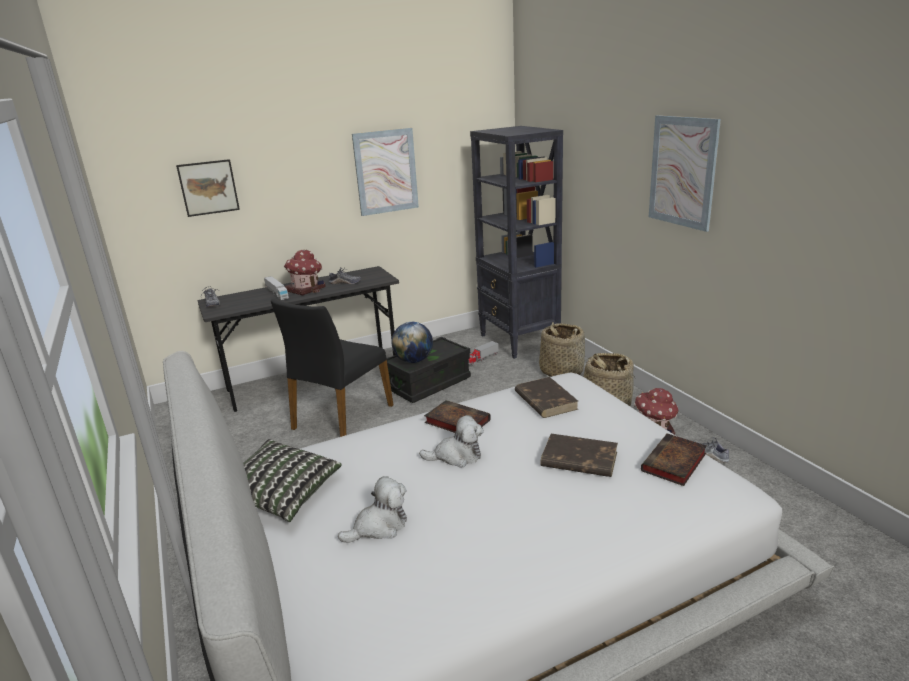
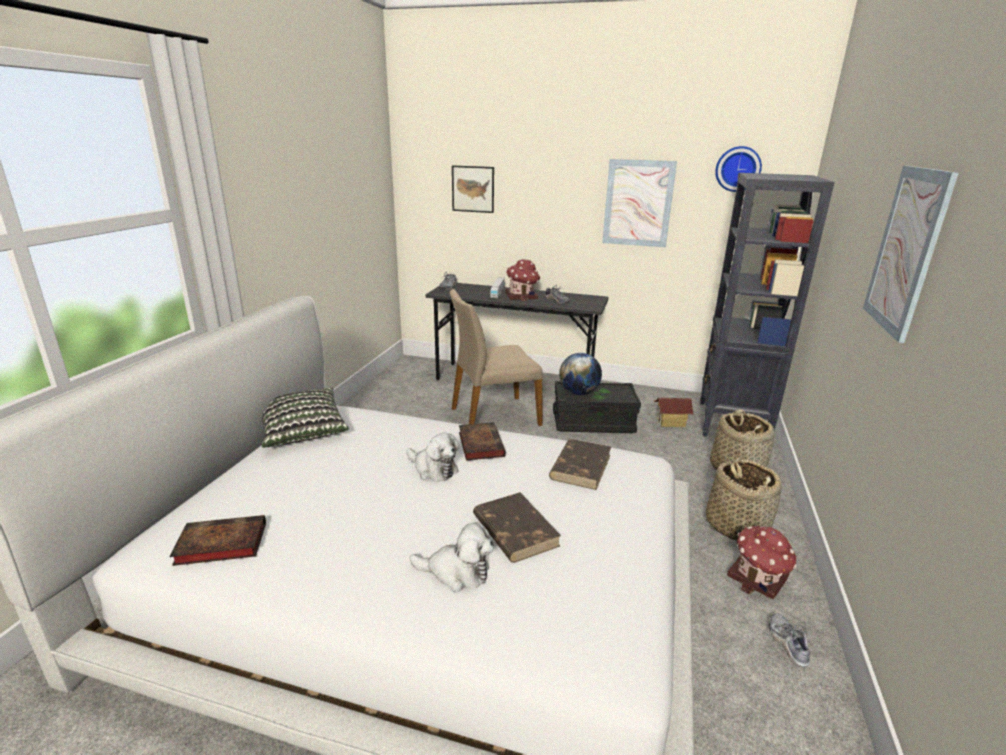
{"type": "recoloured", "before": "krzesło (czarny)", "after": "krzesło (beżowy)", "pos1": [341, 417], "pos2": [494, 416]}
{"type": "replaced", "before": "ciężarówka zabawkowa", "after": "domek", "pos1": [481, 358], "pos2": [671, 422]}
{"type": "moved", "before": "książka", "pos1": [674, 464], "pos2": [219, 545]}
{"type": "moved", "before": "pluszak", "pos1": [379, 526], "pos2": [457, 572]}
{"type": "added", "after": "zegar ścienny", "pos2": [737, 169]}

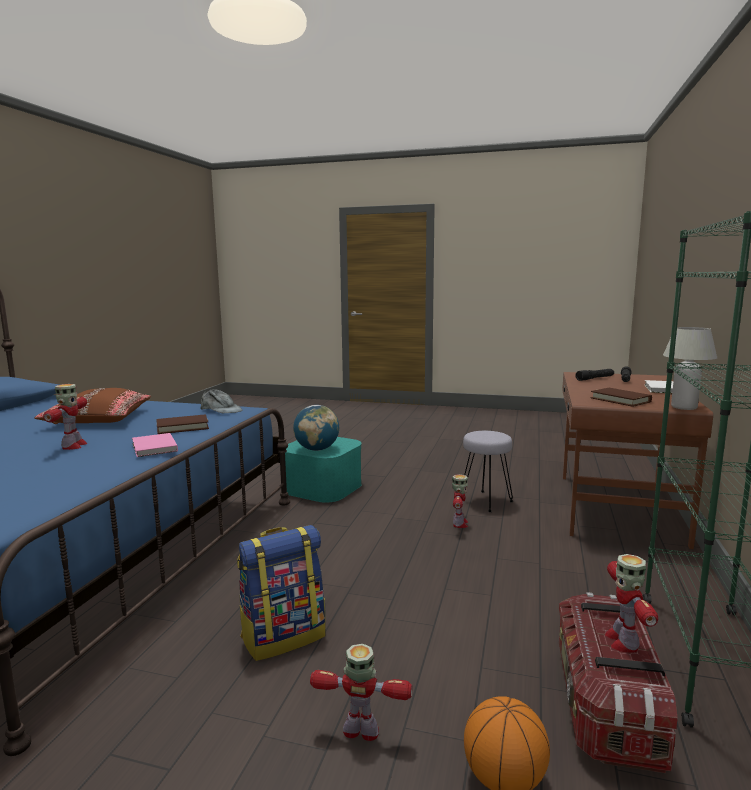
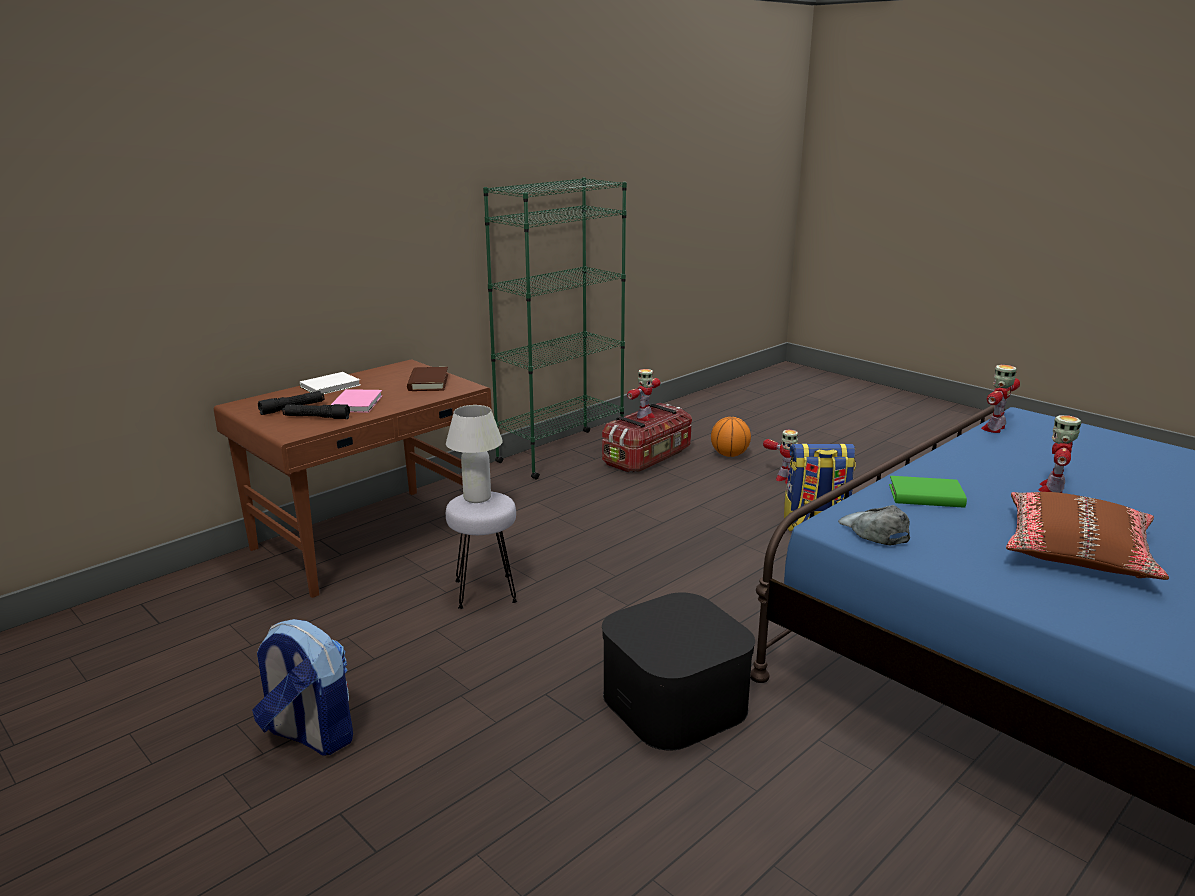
{"type": "moved", "before": "lampa stołowa (biały)", "pos1": [684, 407], "pos2": [477, 498]}
{"type": "removed", "before": "globus", "pos1": [317, 449]}
{"type": "recoloured", "before": "książka (brązowy)", "after": "książka (zielony)", "pos1": [182, 427], "pos2": [926, 496]}
{"type": "moved", "before": "książka (różowy)", "pos1": [153, 448], "pos2": [358, 403]}
{"type": "recoloured", "before": "pojemnik do przechowywania (turkusowy)", "after": "pojemnik do przechowywania (czarny)", "pos1": [322, 487], "pos2": [675, 701]}
{"type": "moved", "before": "robot zabawkowy", "pos1": [459, 524], "pos2": [994, 428]}
{"type": "added", "after": "plecak", "pos2": [309, 735]}

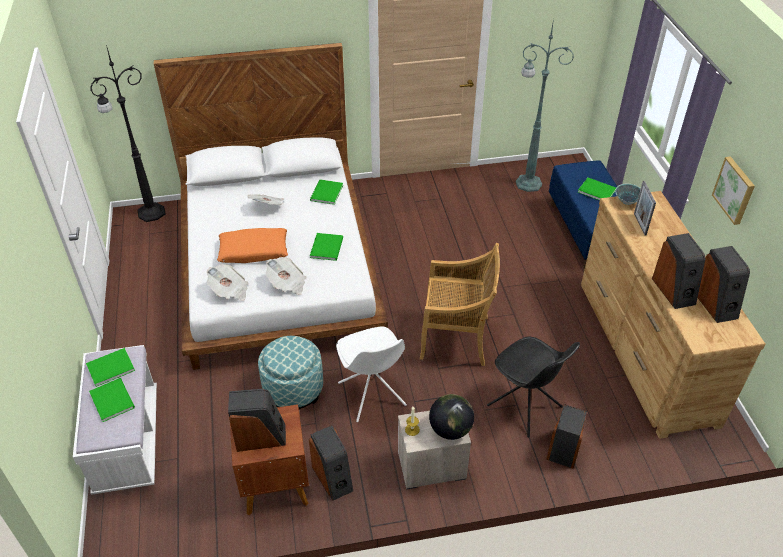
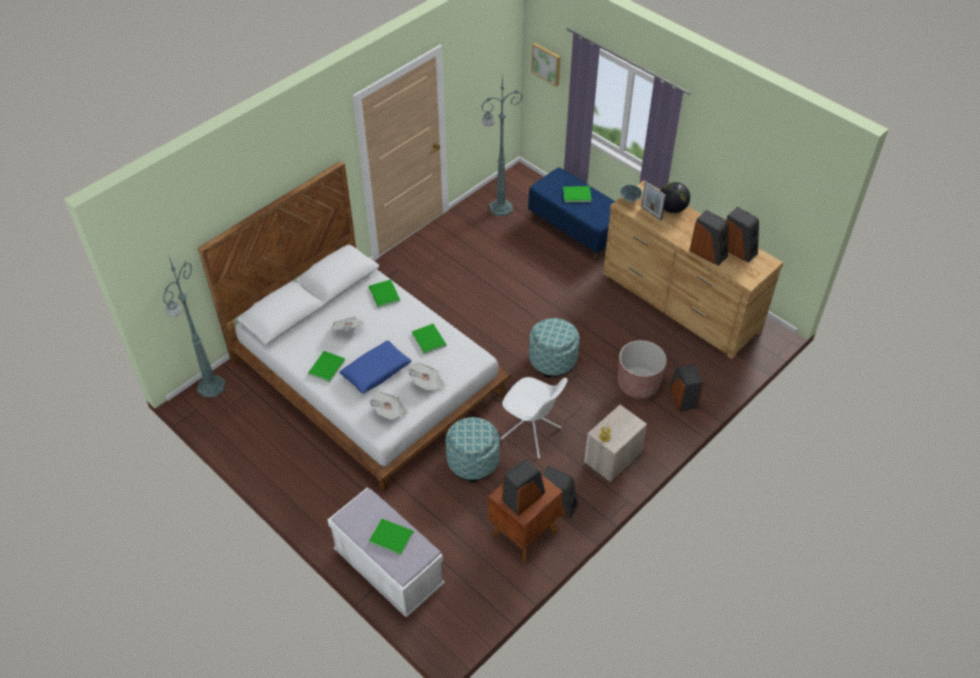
{"type": "recoloured", "before": "lampa stojąca (czarny)", "after": "lampa stojąca (zielony)", "pos1": [150, 213], "pos2": [210, 387]}
{"type": "moved", "before": "obraz", "pos1": [735, 190], "pos2": [547, 63]}
{"type": "recoloured", "before": "poduszka (pomarańczowy)", "after": "poduszka (niebieski)", "pos1": [253, 251], "pos2": [376, 371]}
{"type": "replaced", "before": "krzesło (beżowy)", "after": "pufa", "pos1": [456, 338], "pos2": [552, 360]}
{"type": "replaced", "before": "krzesło (czarny)", "after": "donica (brązowy)", "pos1": [525, 407], "pos2": [638, 384]}
{"type": "moved", "before": "książka (zielony)", "pos1": [109, 367], "pos2": [325, 367]}
{"type": "moved", "before": "globus", "pos1": [450, 429], "pos2": [672, 209]}

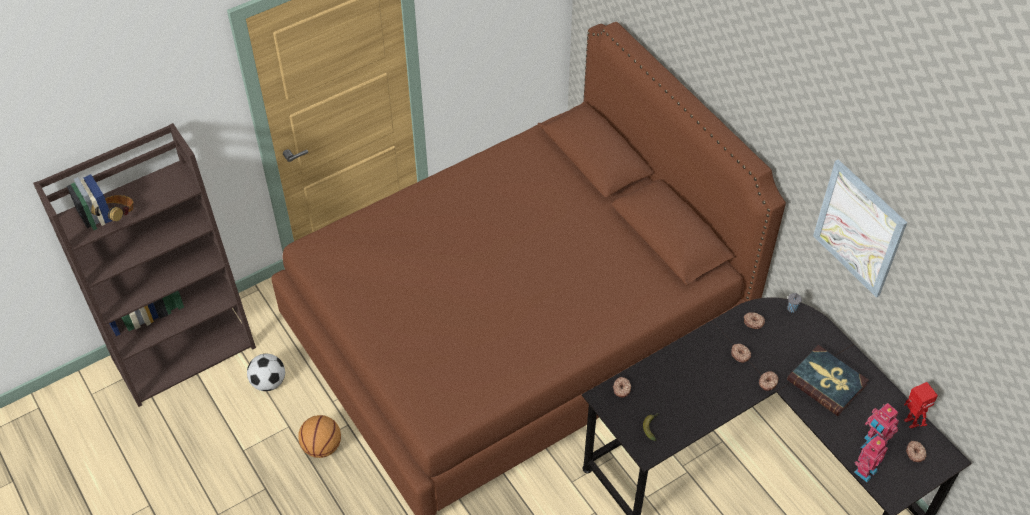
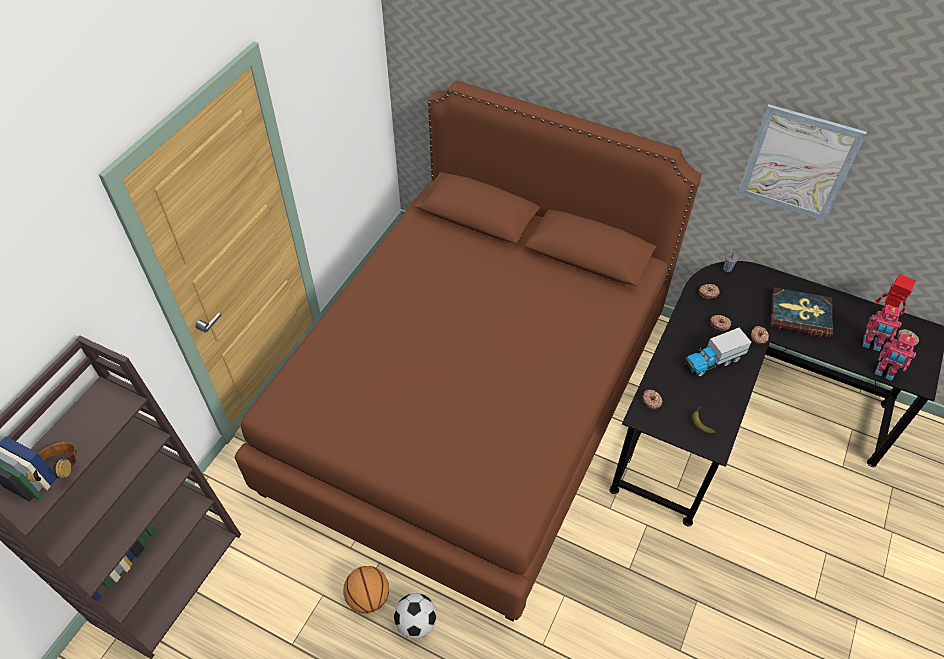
{"type": "moved", "before": "piłka futbolowa", "pos1": [269, 382], "pos2": [416, 622]}
{"type": "turned", "before": "robot zabawkowy", "pos1": [864, 470], "pos2": [884, 373], "turn": -75}
{"type": "added", "after": "ciężarówka zabawkowa", "pos2": [713, 361]}

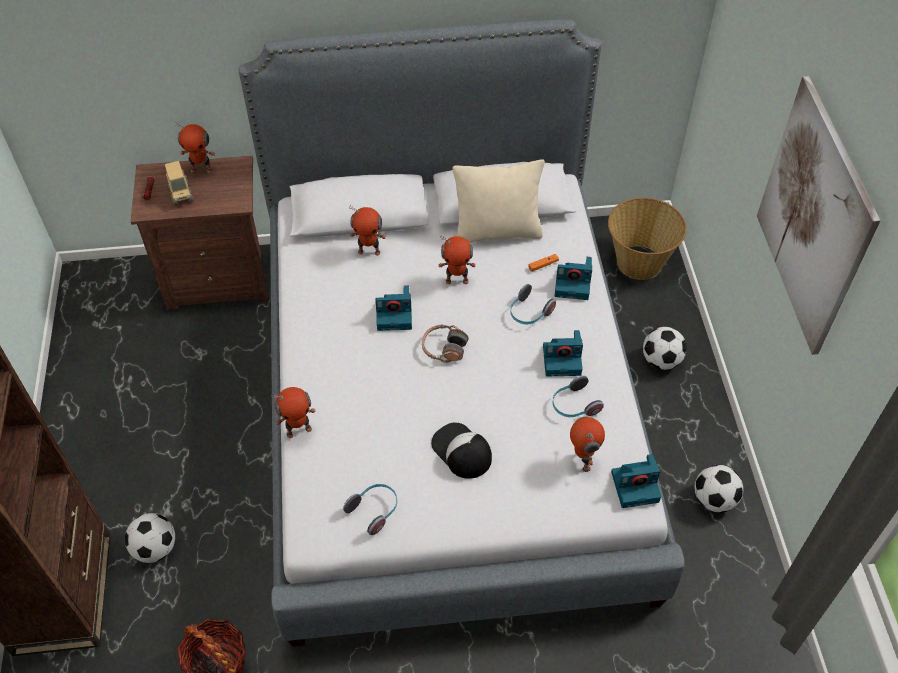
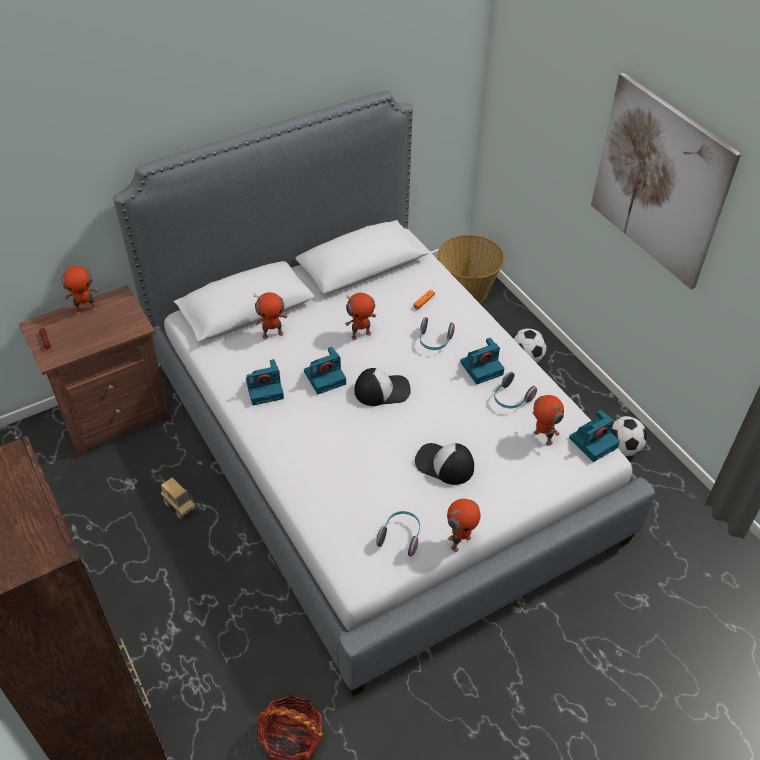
{"type": "removed", "before": "poduszka (beżowy)", "pos1": [497, 232]}
{"type": "moved", "before": "ciężarówka zabawkowa", "pos1": [181, 194], "pos2": [180, 506]}
{"type": "moved", "before": "aparat fotograficzny", "pos1": [573, 284], "pos2": [265, 389]}
{"type": "replaced", "before": "słuchawki", "after": "czapka z daszkiem", "pos1": [444, 348], "pos2": [382, 390]}
{"type": "moved", "before": "robot zabawkowy", "pos1": [298, 430], "pos2": [460, 541]}
{"type": "removed", "before": "piłka futbolowa", "pos1": [155, 548]}

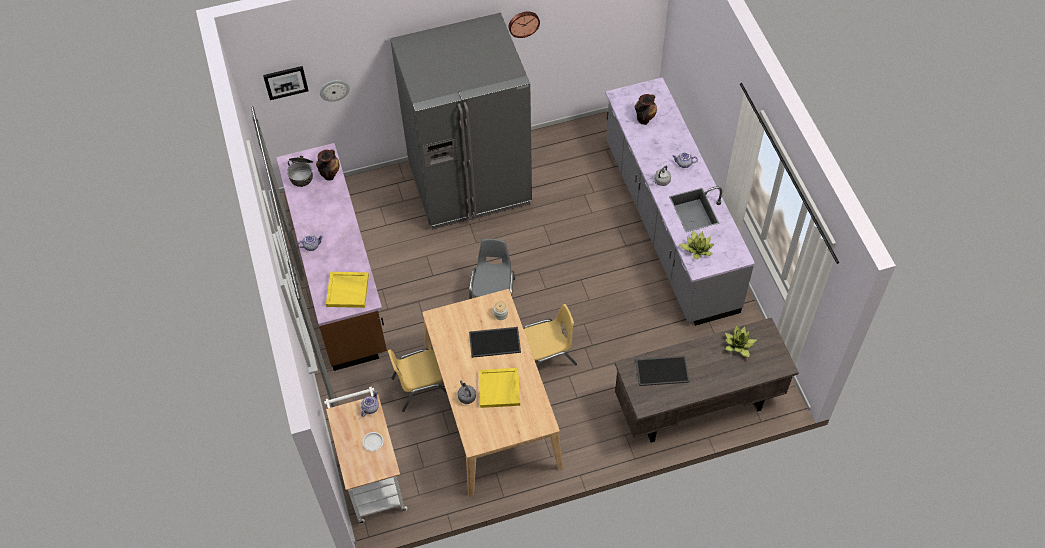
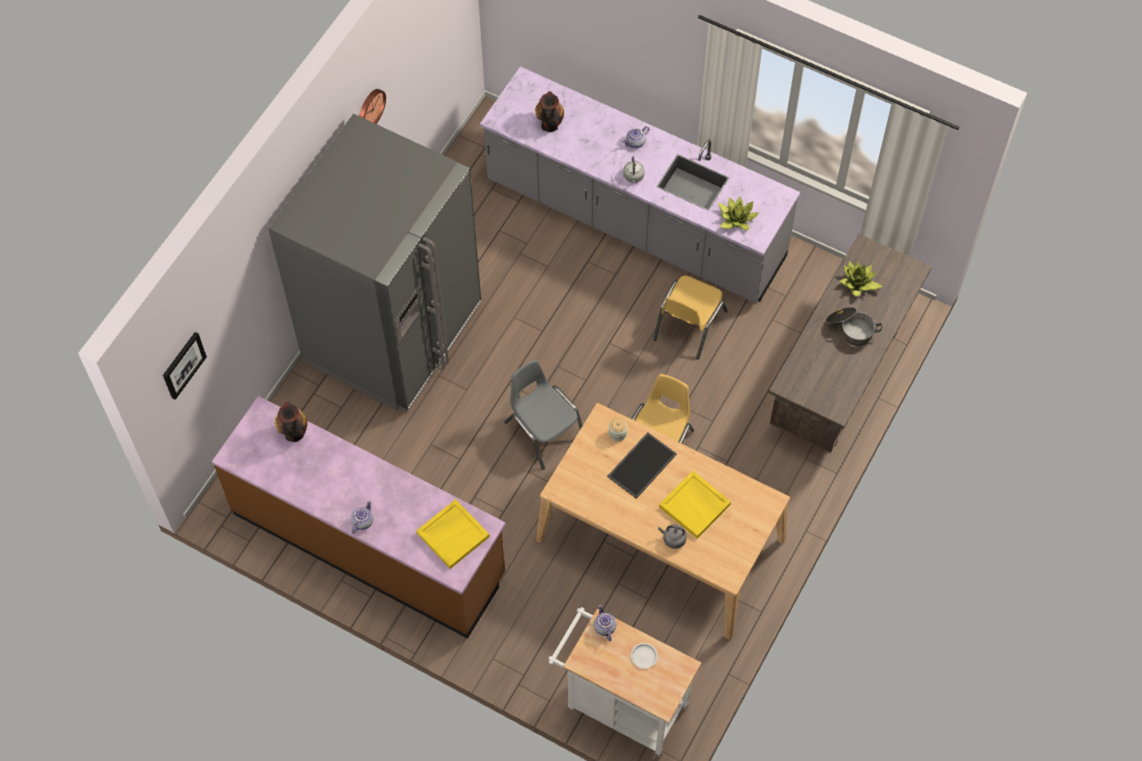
{"type": "removed", "before": "zegar ścienny", "pos1": [334, 90]}
{"type": "moved", "before": "garnek", "pos1": [302, 174], "pos2": [850, 329]}
{"type": "moved", "before": "krzesło (żółty)", "pos1": [421, 387], "pos2": [688, 325]}
{"type": "removed", "before": "taca", "pos1": [662, 370]}

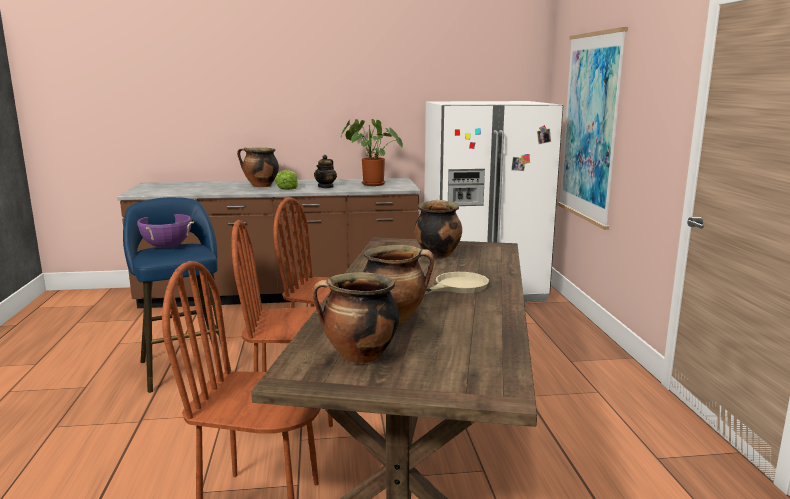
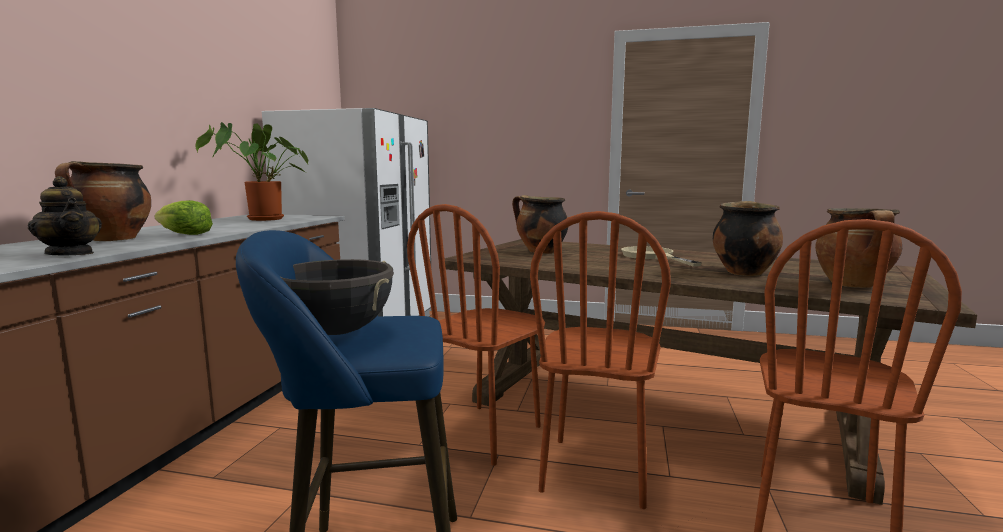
{"type": "removed", "before": "obraz", "pos1": [590, 127]}
{"type": "moved", "before": "imbryk", "pos1": [326, 187], "pos2": [71, 254]}
{"type": "recoloured", "before": "garnek (fioletowy)", "after": "garnek (czarny)", "pos1": [167, 247], "pos2": [337, 332]}

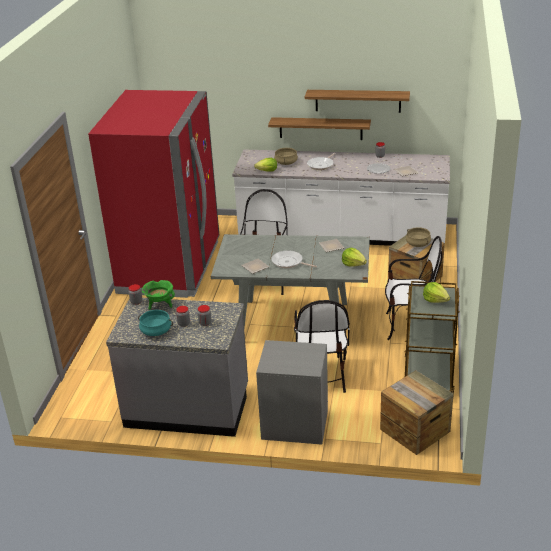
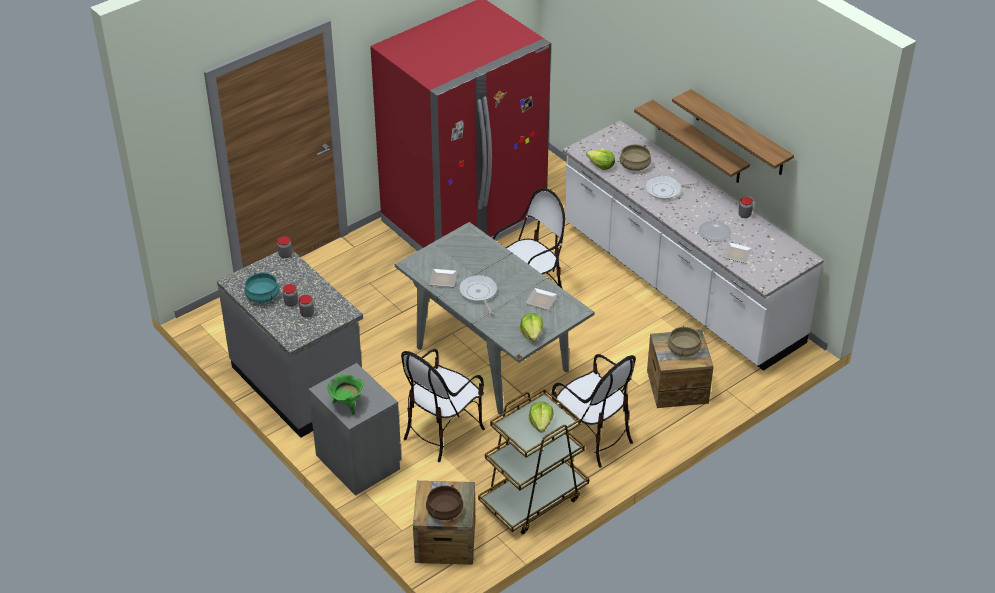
{"type": "moved", "before": "garnek (zielony)", "pos1": [160, 305], "pos2": [347, 404]}
{"type": "added", "after": "garnek (brązowy)", "pos2": [444, 510]}

